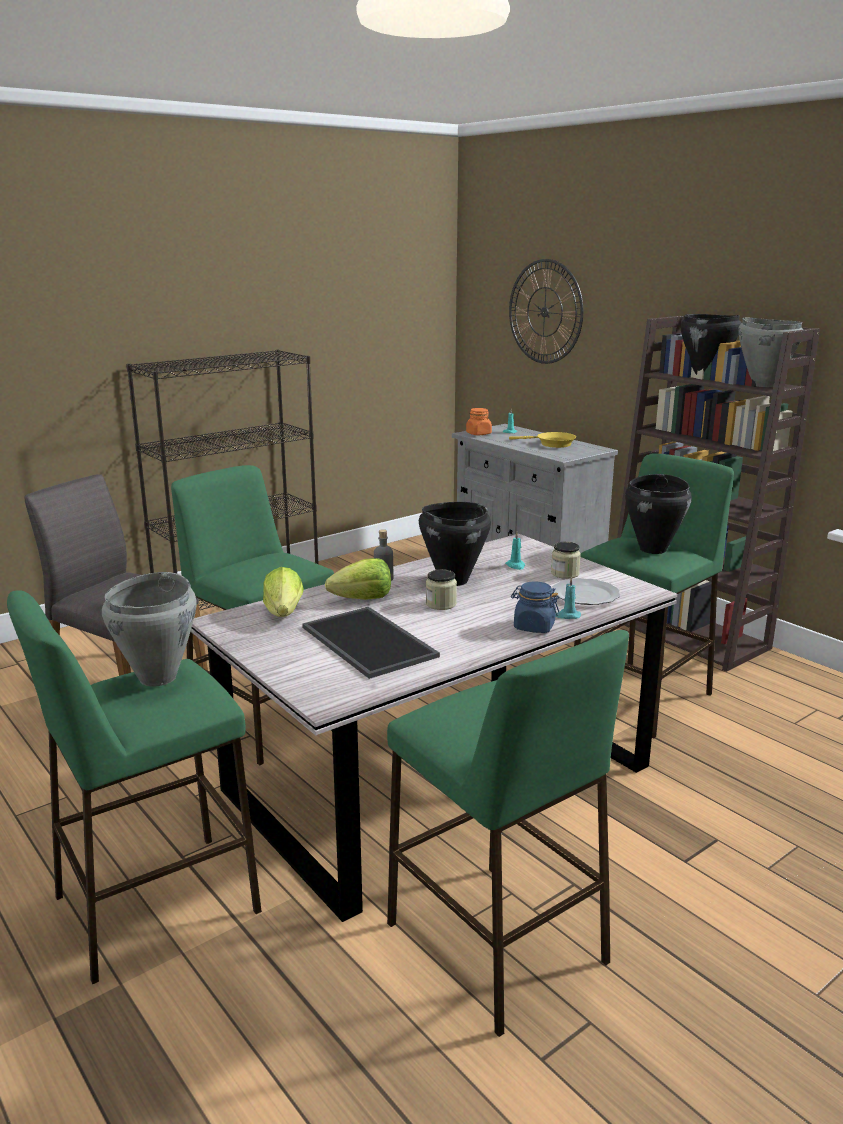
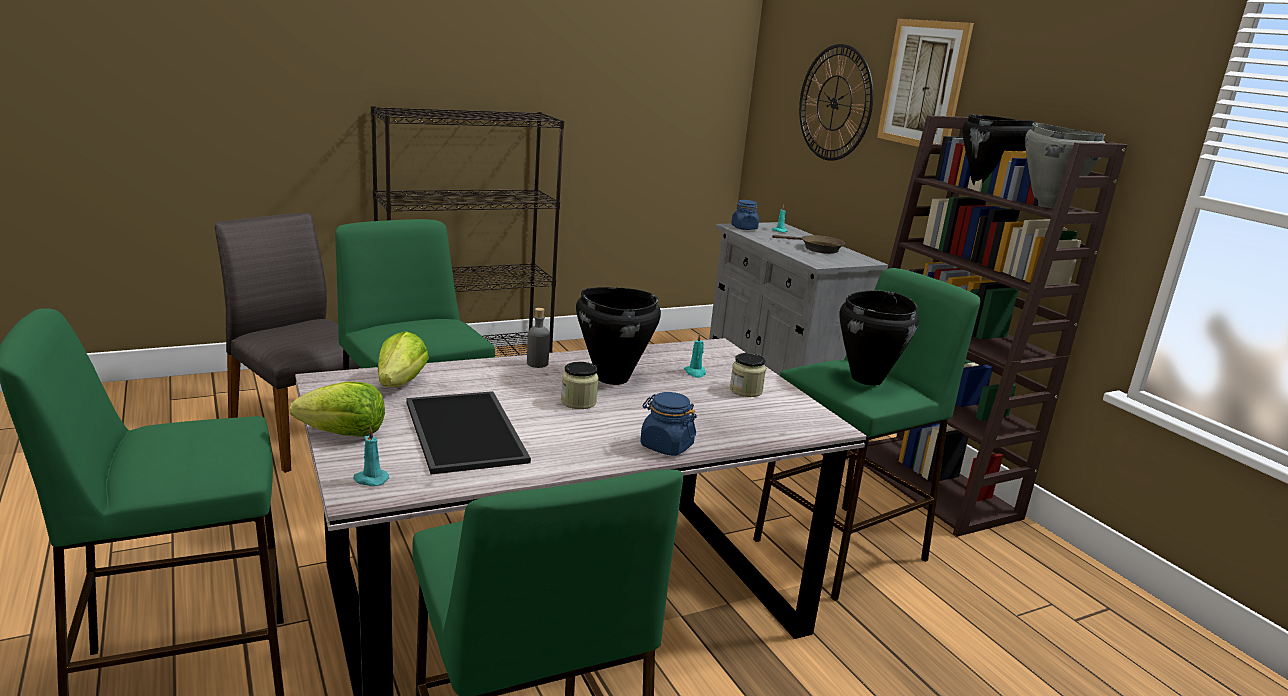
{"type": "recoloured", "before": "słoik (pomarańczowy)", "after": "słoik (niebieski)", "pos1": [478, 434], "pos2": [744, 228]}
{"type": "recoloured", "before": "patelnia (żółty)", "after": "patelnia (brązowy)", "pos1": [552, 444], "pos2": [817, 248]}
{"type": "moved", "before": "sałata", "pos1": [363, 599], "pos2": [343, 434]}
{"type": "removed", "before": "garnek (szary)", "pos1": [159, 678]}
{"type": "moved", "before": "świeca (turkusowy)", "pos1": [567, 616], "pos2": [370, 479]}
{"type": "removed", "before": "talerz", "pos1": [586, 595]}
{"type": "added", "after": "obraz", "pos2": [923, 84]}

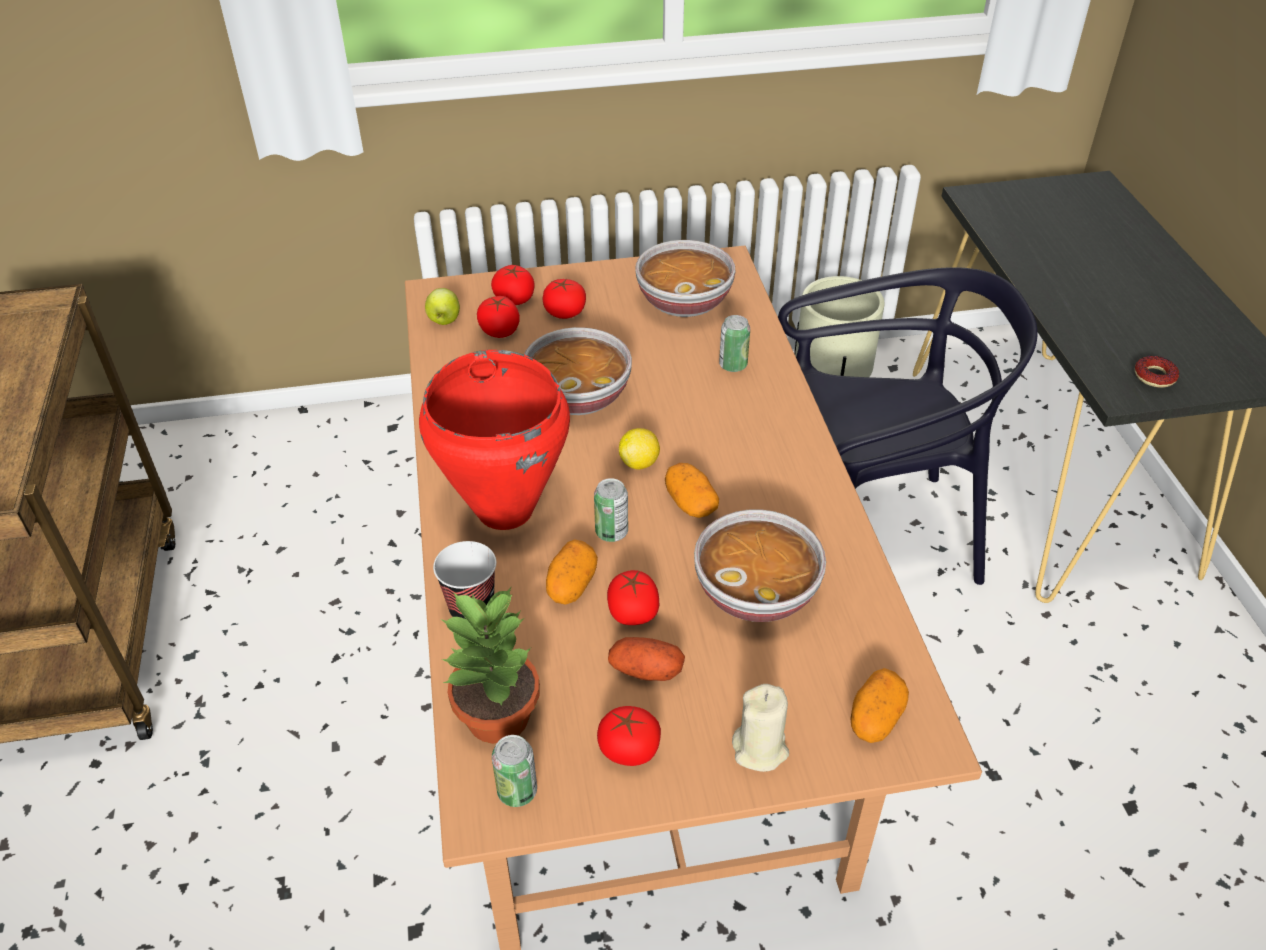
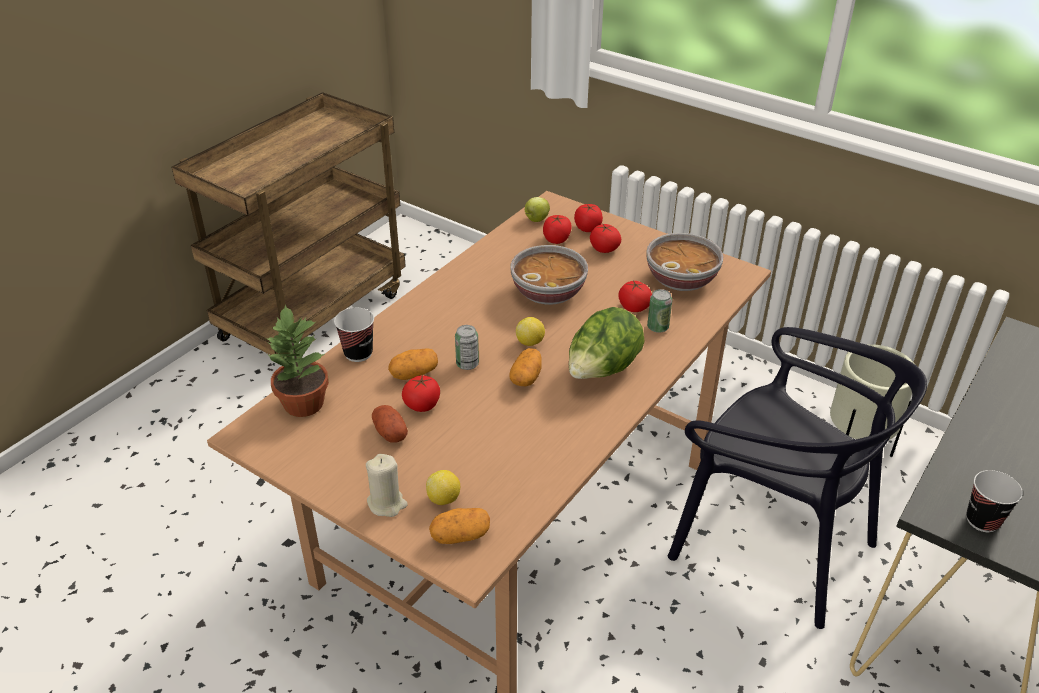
{"type": "removed", "before": "garnek (czerwony)", "pos1": [504, 511]}
{"type": "replaced", "before": "donut", "after": "filiżanka", "pos1": [1154, 376], "pos2": [982, 520]}
{"type": "removed", "before": "miska", "pos1": [756, 591]}
{"type": "moved", "before": "pomidor", "pos1": [628, 750], "pos2": [634, 307]}
{"type": "removed", "before": "puszka", "pos1": [517, 791]}
{"type": "added", "after": "sałata", "pos2": [602, 371]}
{"type": "added", "after": "cytryna", "pos2": [444, 499]}

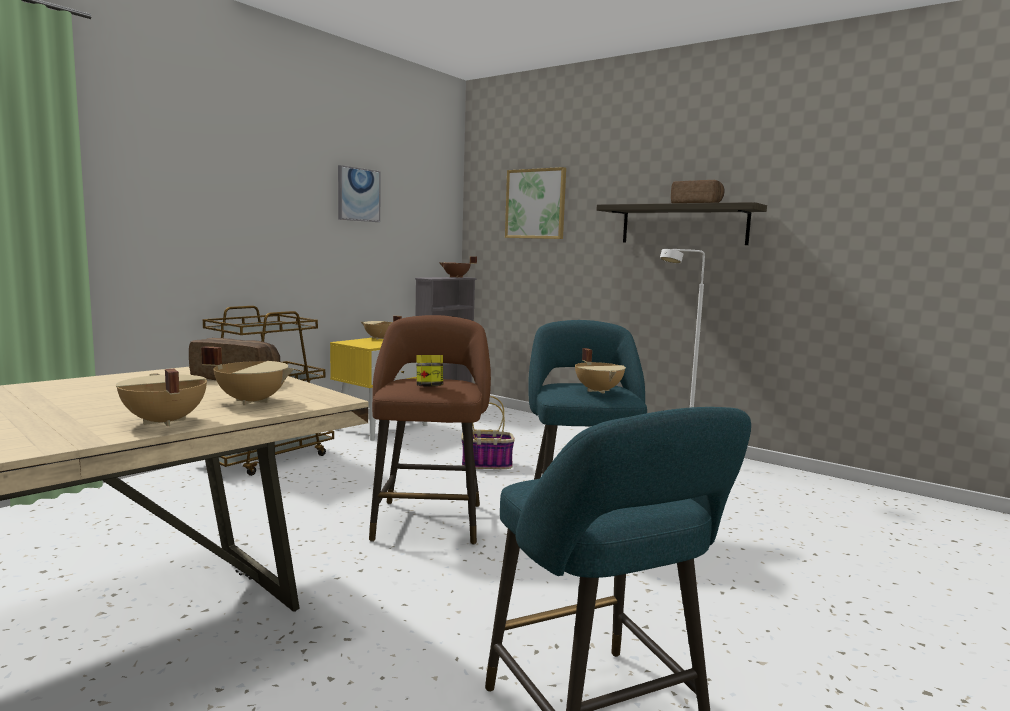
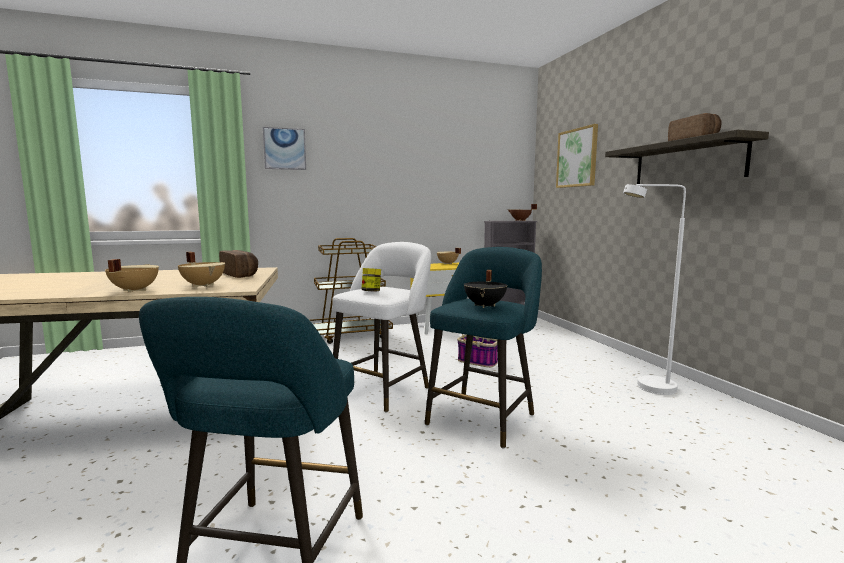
{"type": "moved", "before": "obraz", "pos1": [358, 194], "pos2": [284, 149]}
{"type": "recoloured", "before": "stołek (brązowy)", "after": "stołek (biały)", "pos1": [429, 519], "pos2": [384, 389]}
{"type": "recoloured", "before": "garnek (beżowy)", "after": "garnek (czarny)", "pos1": [599, 391], "pos2": [485, 305]}

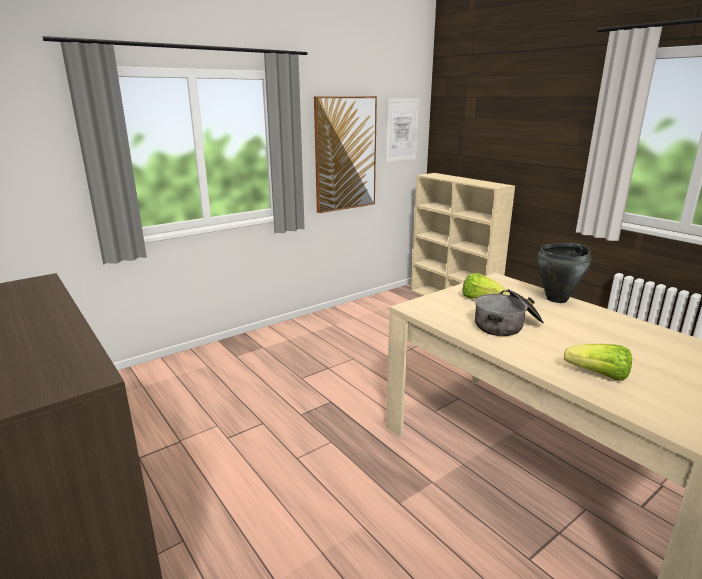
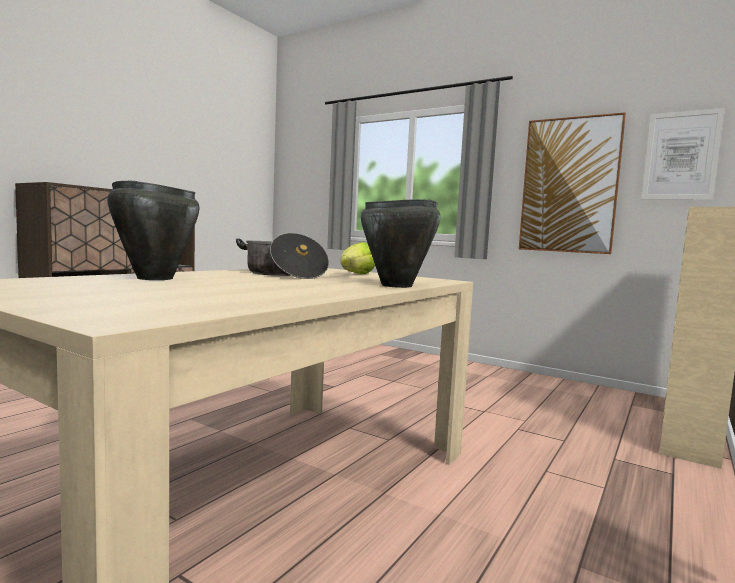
{"type": "replaced", "before": "sałata", "after": "garnek (czarny)", "pos1": [598, 375], "pos2": [154, 278]}

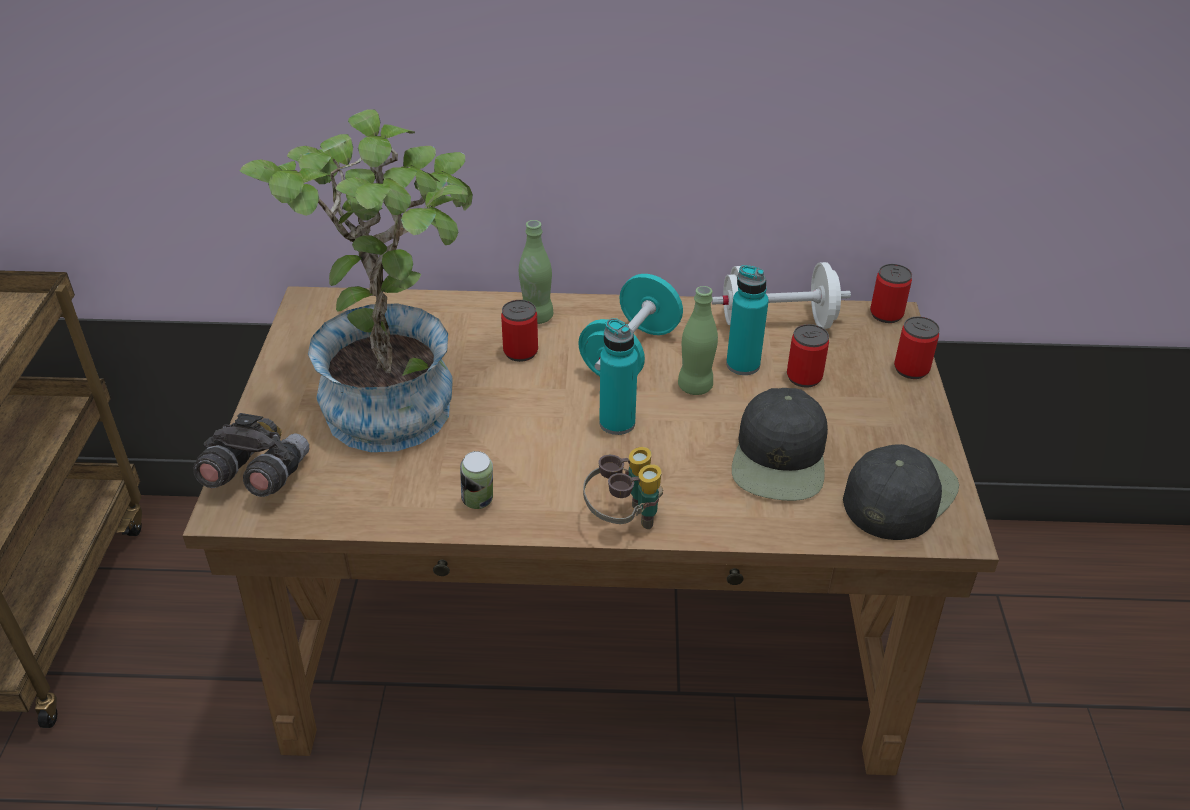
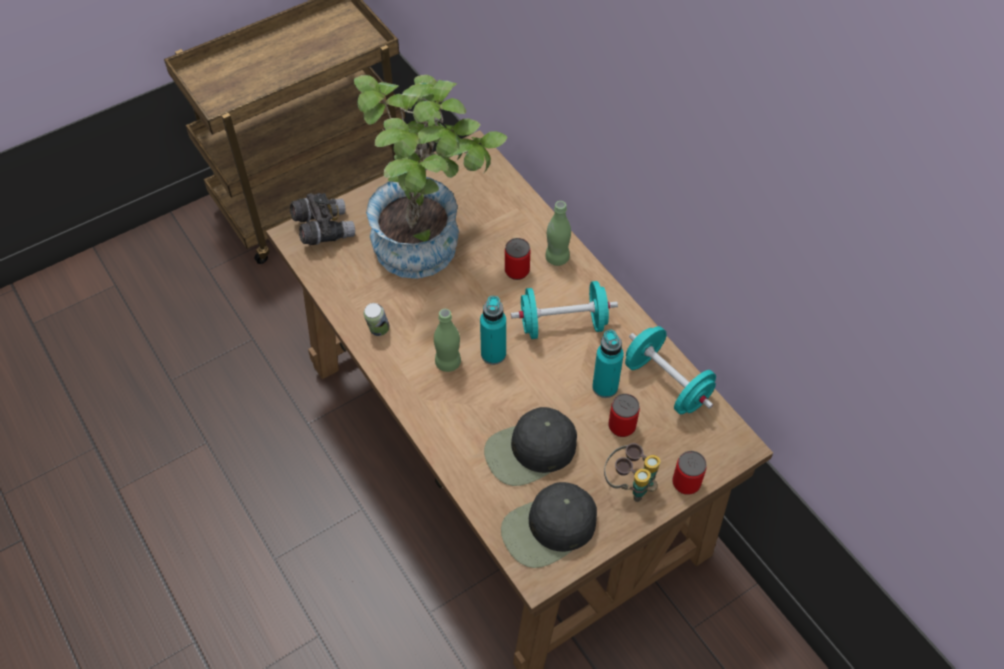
{"type": "recoloured", "before": "hantel (biały)", "after": "hantel (turkusowy)", "pos1": [777, 324], "pos2": [666, 384]}
{"type": "removed", "before": "puszka", "pos1": [886, 314]}
{"type": "moved", "before": "butelka (zielony)", "pos1": [695, 386], "pos2": [448, 363]}
{"type": "turned", "before": "czapka z daszkiem (czarny)", "pos1": [898, 493], "pos2": [549, 529], "turn": 150}
{"type": "moved", "before": "lornetka", "pos1": [623, 520], "pos2": [630, 484]}

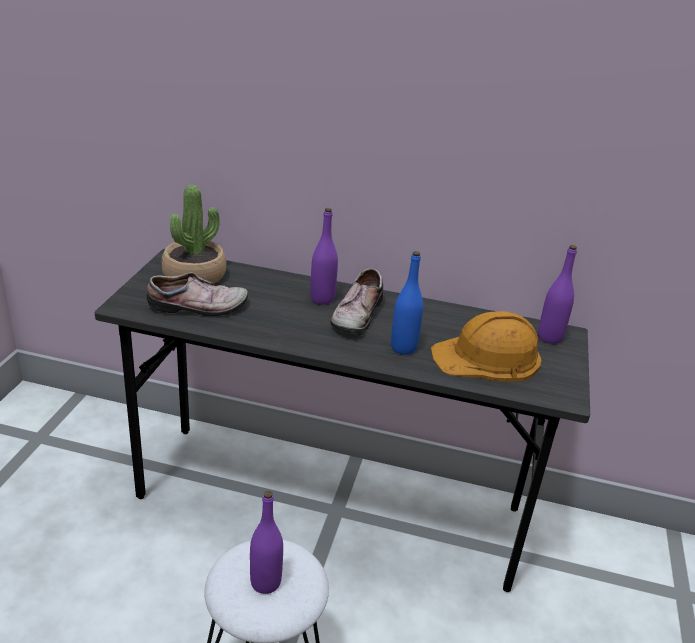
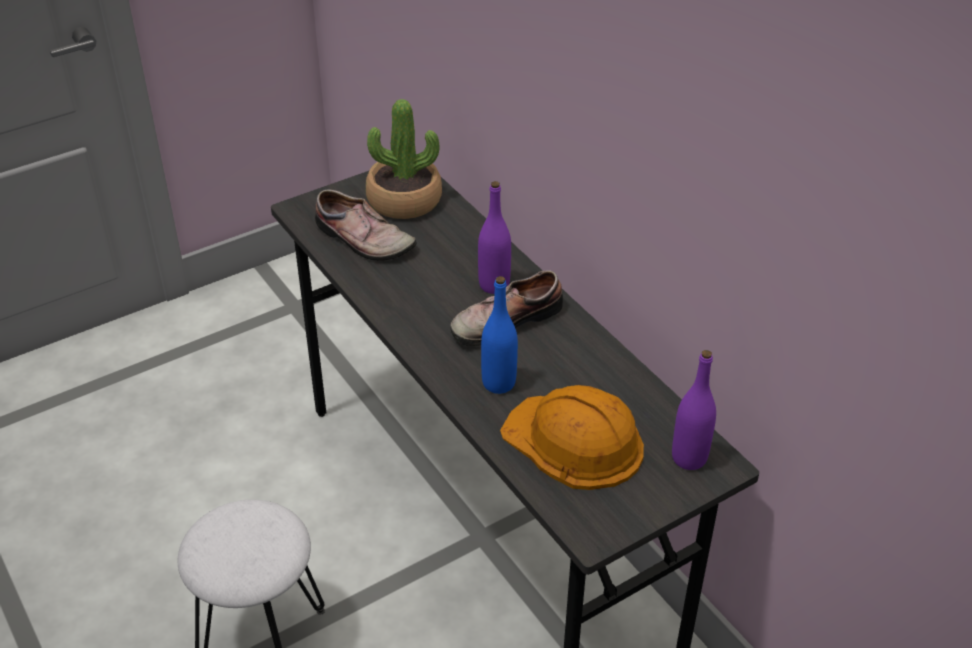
{"type": "removed", "before": "butelka (fioletowy)", "pos1": [265, 582]}

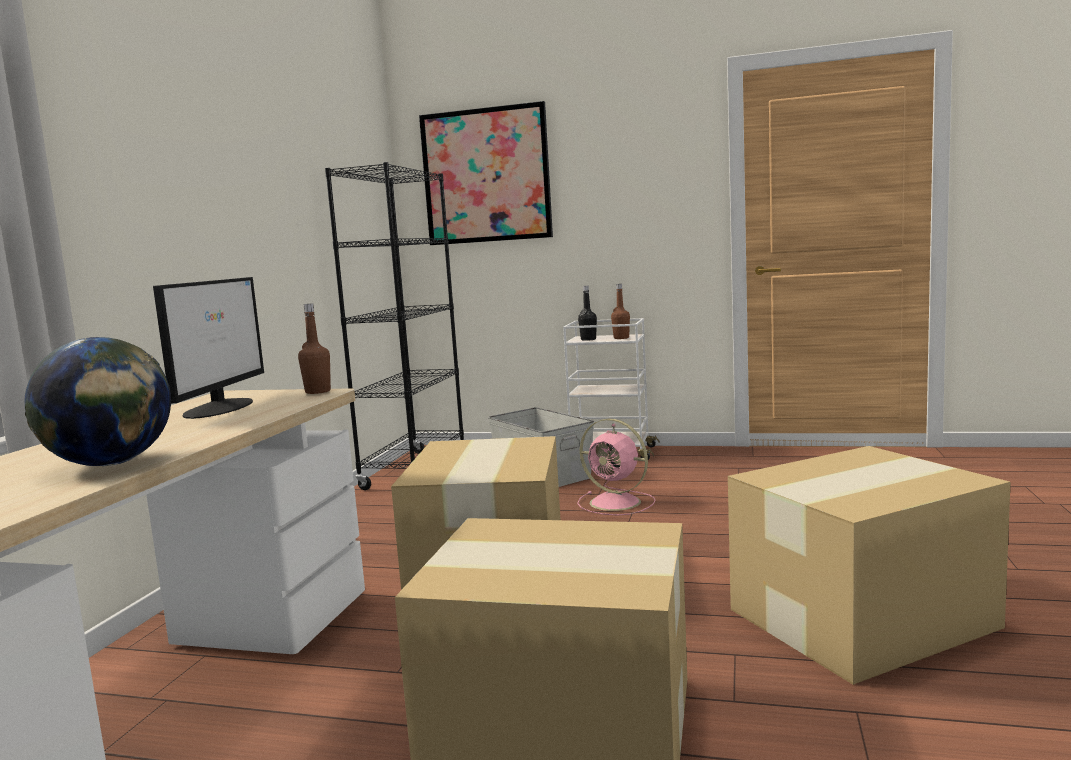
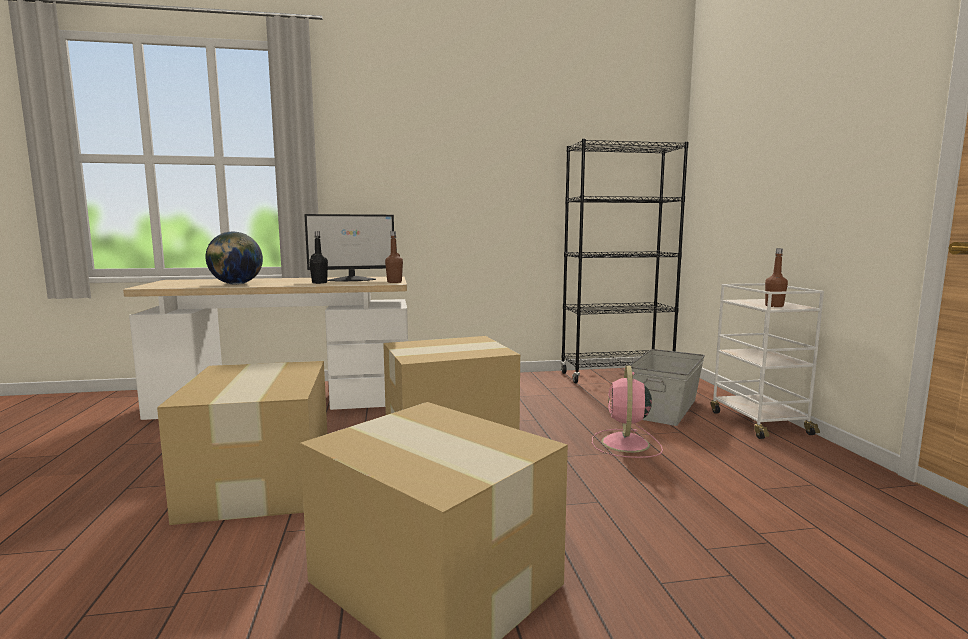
{"type": "removed", "before": "obraz", "pos1": [486, 176]}
{"type": "moved", "before": "butelka (czarny)", "pos1": [588, 339], "pos2": [319, 283]}

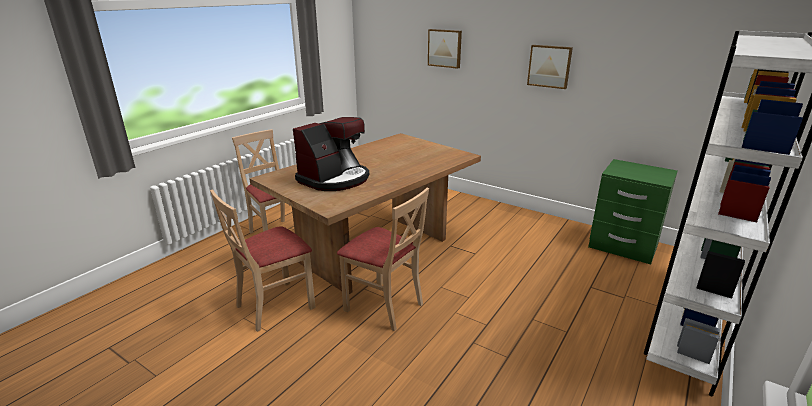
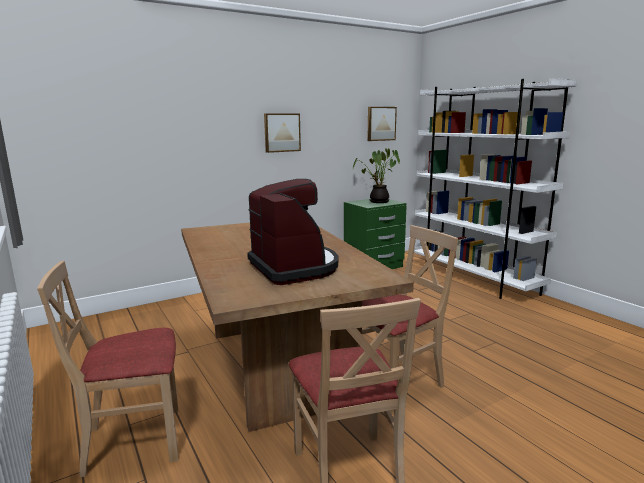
{"type": "moved", "before": "obraz", "pos1": [445, 48], "pos2": [380, 123]}
{"type": "added", "after": "roślina doniczkowa", "pos2": [377, 202]}

